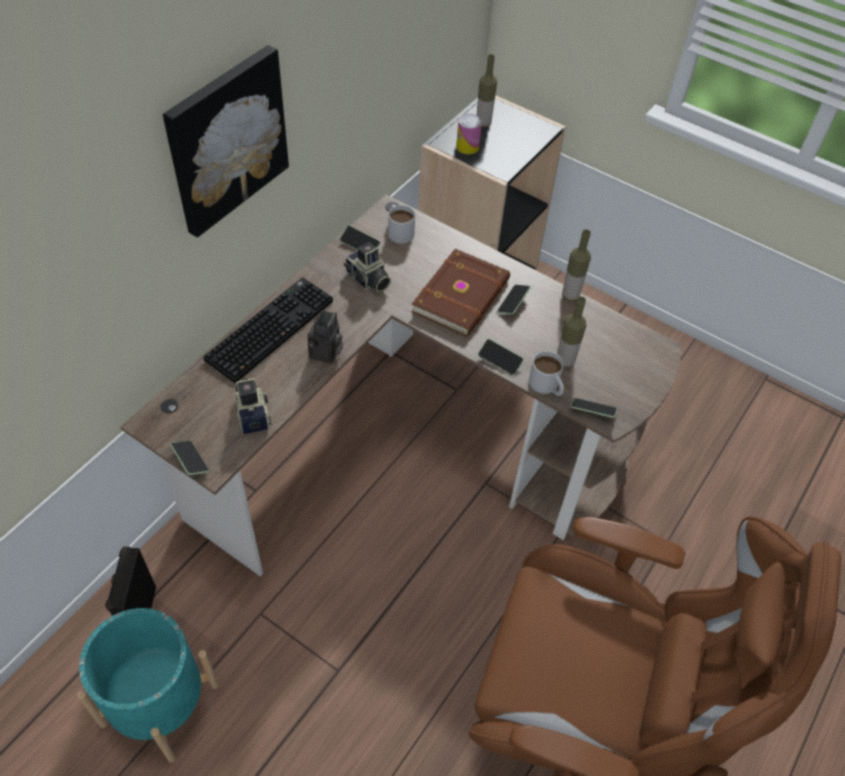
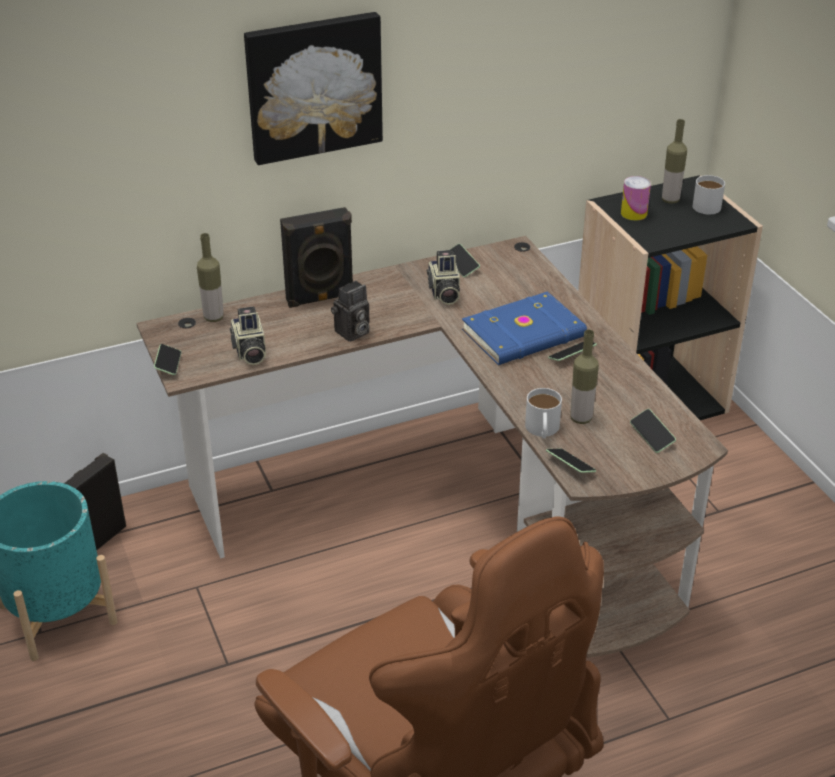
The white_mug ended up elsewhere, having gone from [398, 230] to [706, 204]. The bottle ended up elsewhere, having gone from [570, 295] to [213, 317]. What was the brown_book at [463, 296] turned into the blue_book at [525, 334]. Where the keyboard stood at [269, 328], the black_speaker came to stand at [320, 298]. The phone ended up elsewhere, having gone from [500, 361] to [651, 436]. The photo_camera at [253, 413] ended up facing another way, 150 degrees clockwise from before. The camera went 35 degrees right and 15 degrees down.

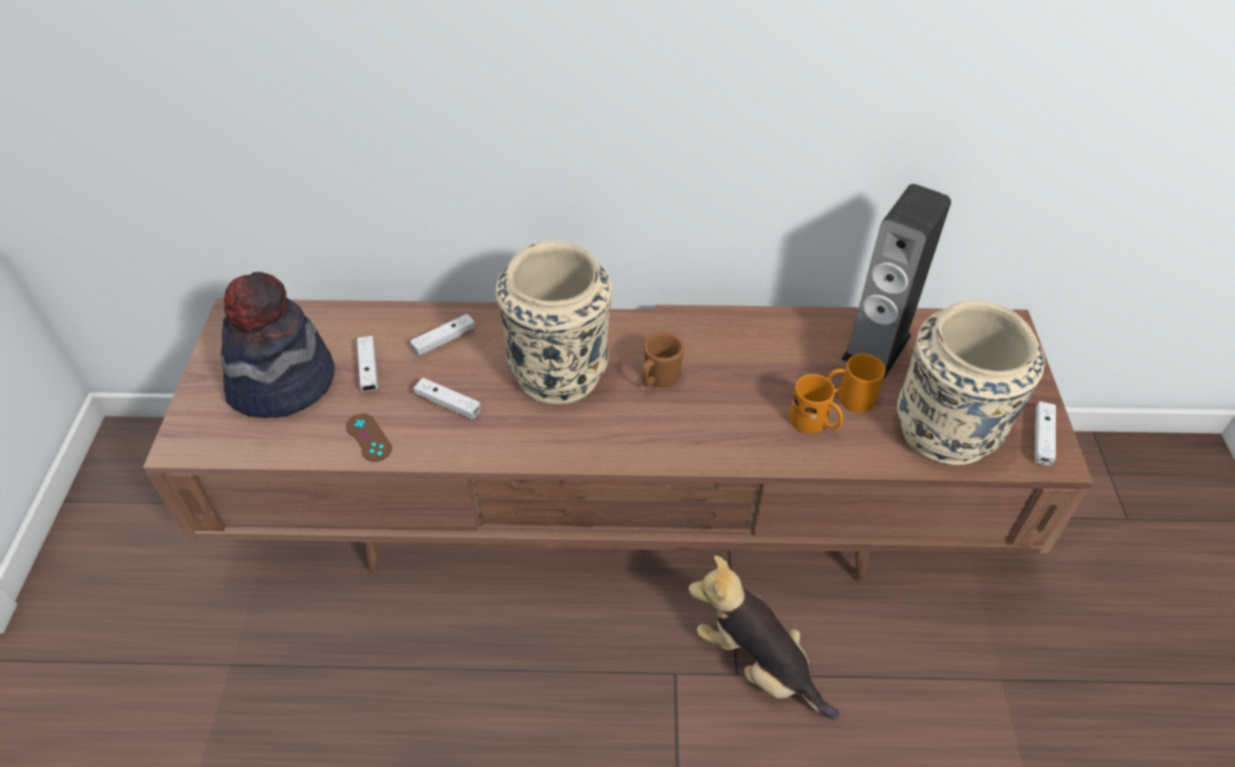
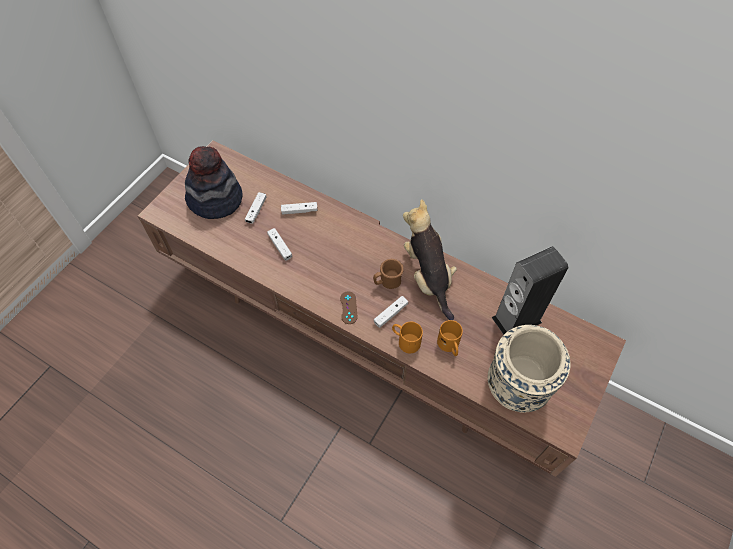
The second view lost the beige_vase at [559, 371]. The orange_mug ended up elsewhere, having gone from [848, 398] to [405, 341]. The white_game_controller ended up elsewhere, having gone from [1042, 438] to [390, 314]. The brown_game_controller ended up elsewhere, having gone from [368, 437] to [348, 307]. The plush_toy ended up elsewhere, having gone from [757, 664] to [428, 276]. The camera went 30 degrees right and 10 degrees up.

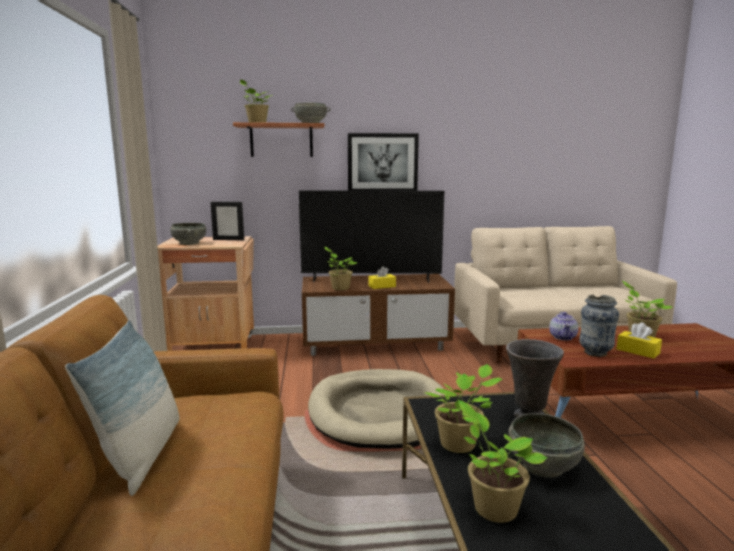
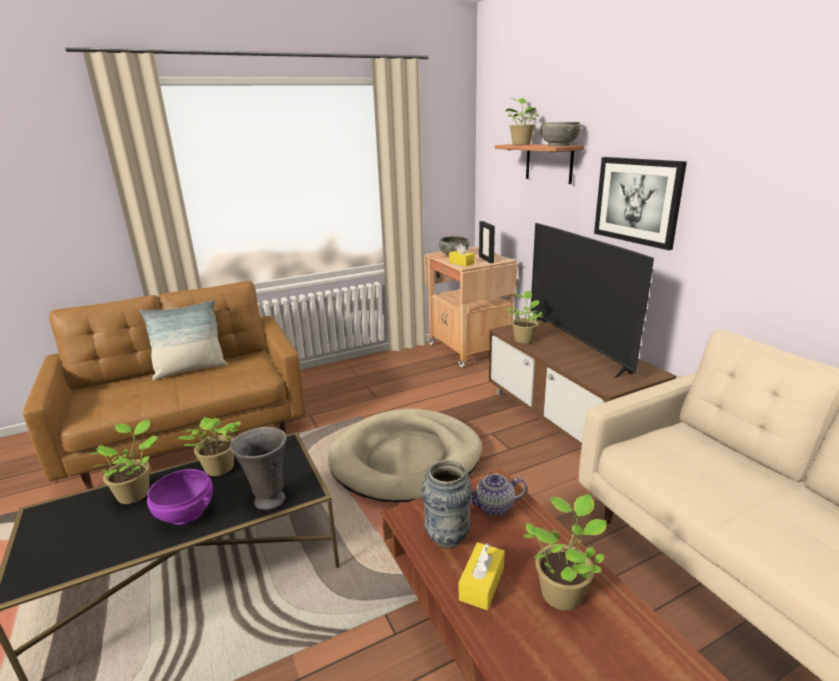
The yellow_tissue_box ended up elsewhere, having gone from [382, 286] to [461, 263]. What was the grey_bowl at [542, 465] turned into the purple_bowl at [186, 512]. The camera went 70 degrees right and 10 degrees up.

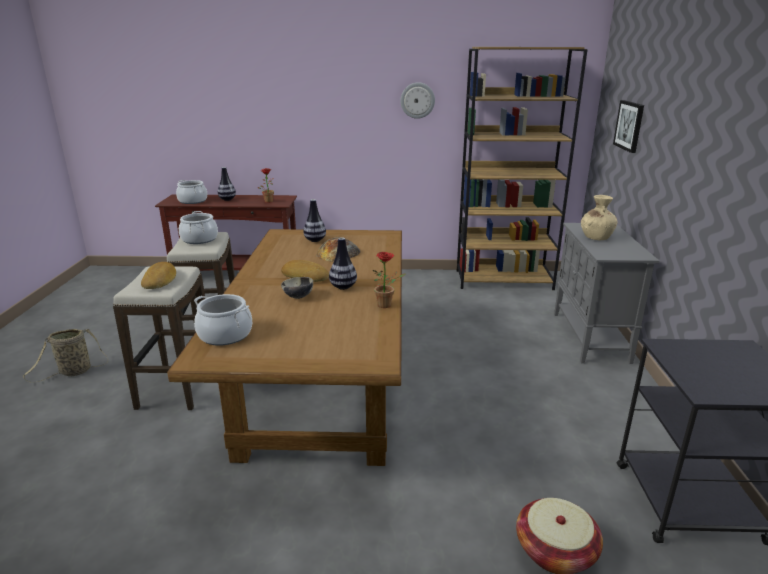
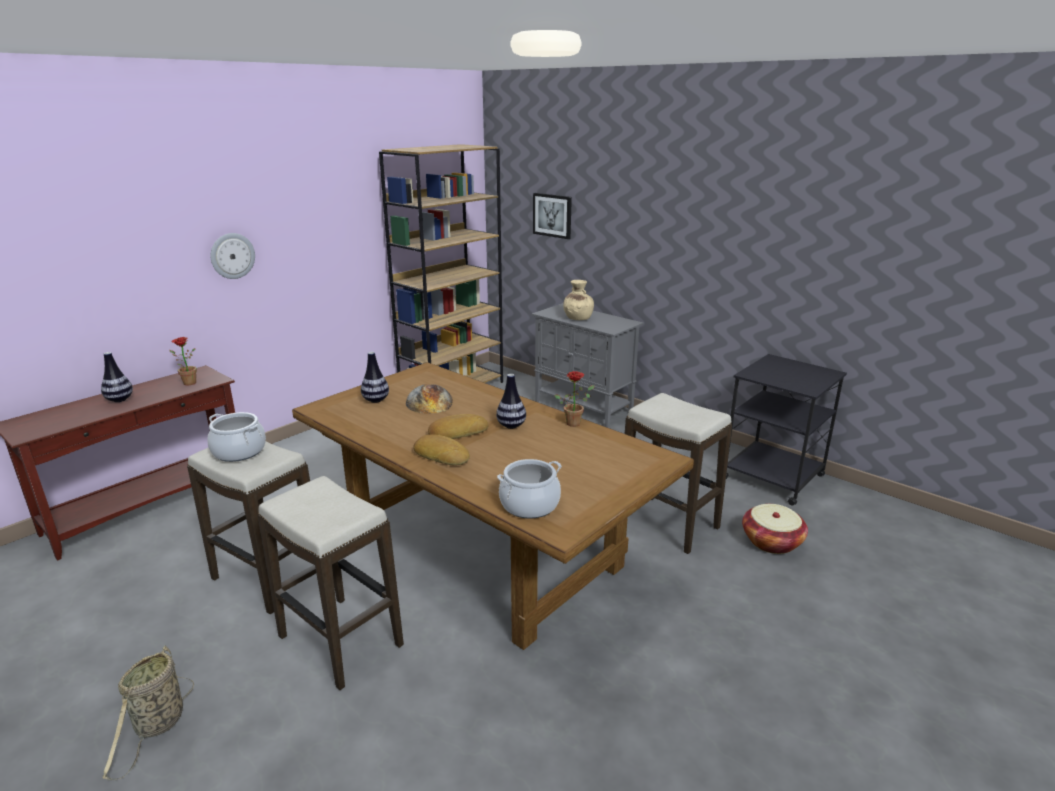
The wall_clock ended up elsewhere, having gone from [417, 100] to [232, 256]. The second view lost the cooking_pot at [192, 201]. The bread ended up elsewhere, having gone from [160, 280] to [442, 455]. The second view lost the bowl at [298, 297]. The second view gained the stool at [668, 524]. The camera went 50 degrees left and 0 degrees up.

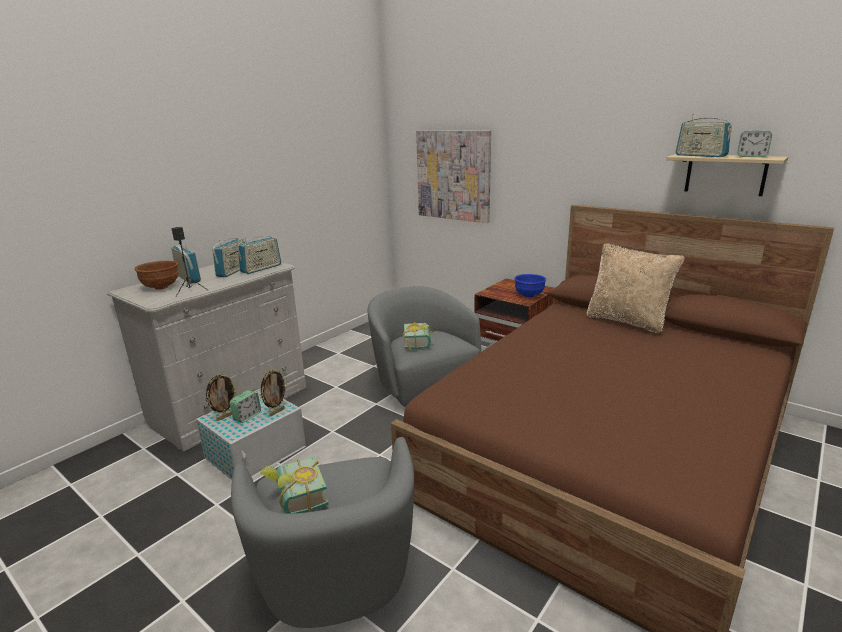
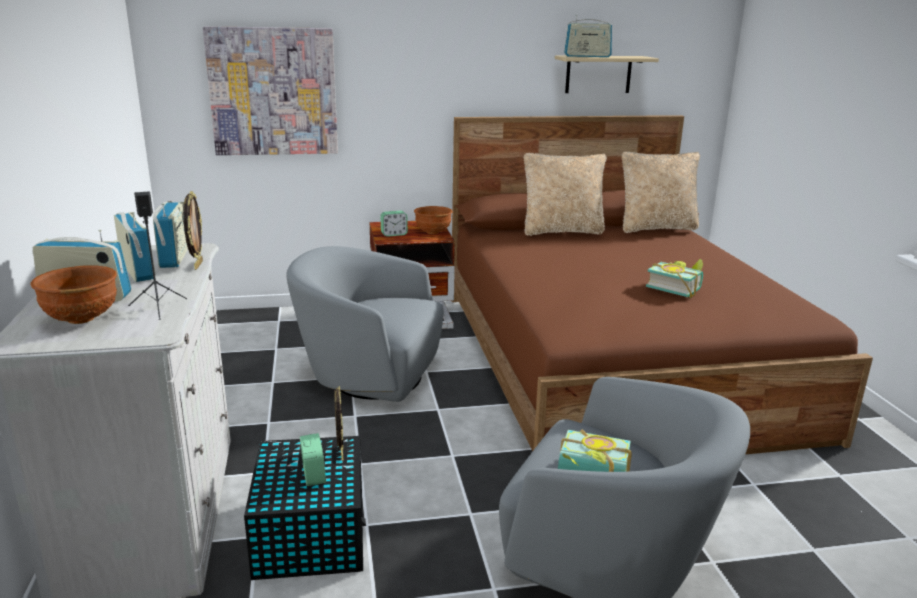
The alarm_clock ended up elsewhere, having gone from [751, 156] to [394, 234]. What was the blue_bowl at [529, 296] turned into the brown_bowl at [433, 232]. The book ended up elsewhere, having gone from [421, 343] to [675, 288]. The picture_frame ended up elsewhere, having gone from [225, 417] to [197, 265]. What was the white_storage_box at [257, 452] turned into the black_storage_box at [311, 532]. The second view gained the beige_pillow at [657, 229]. The camera went 50 degrees left and 0 degrees up.

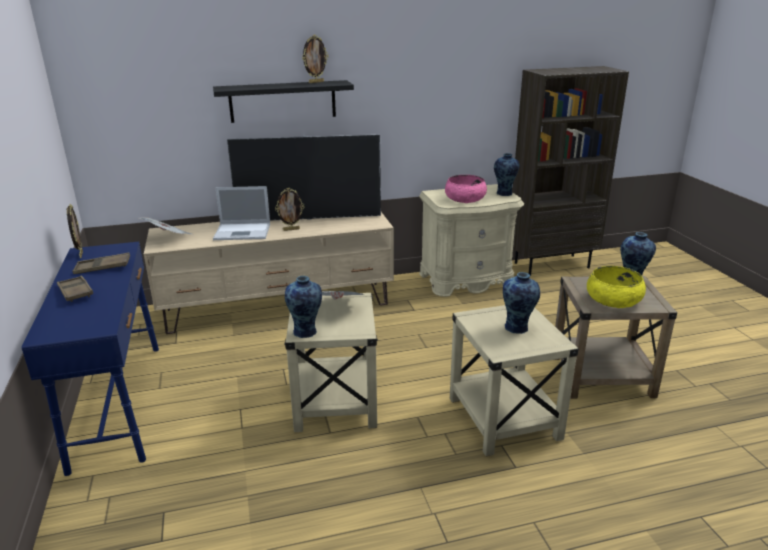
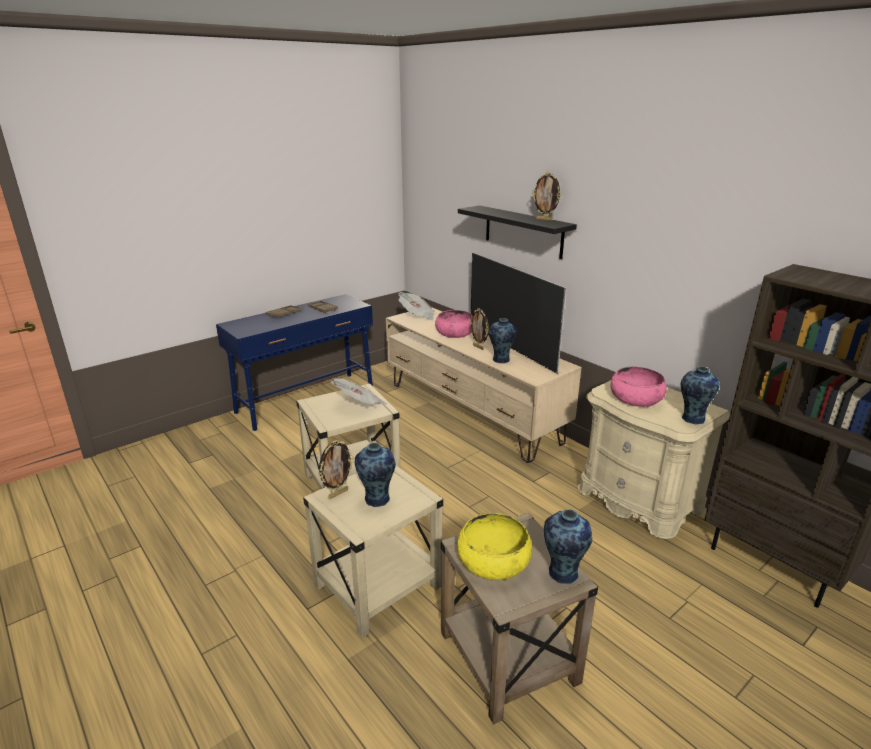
Where the laptop stood at [243, 232], the pink_bowl came to stand at [454, 333]. The picture_frame ended up elsewhere, having gone from [80, 254] to [337, 493]. The vase ended up elsewhere, having gone from [306, 332] to [501, 360]. The camera went 65 degrees right and 0 degrees up.

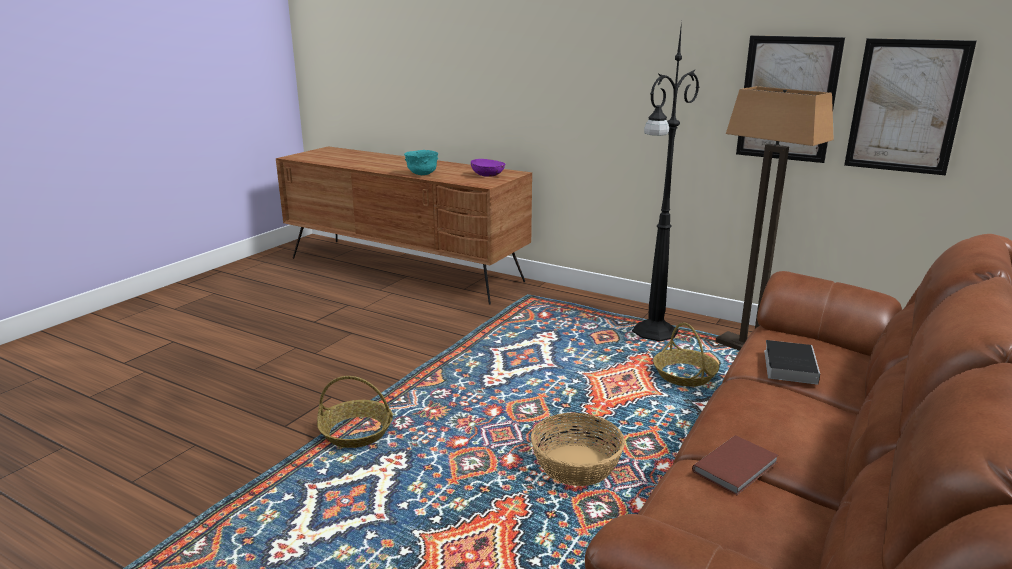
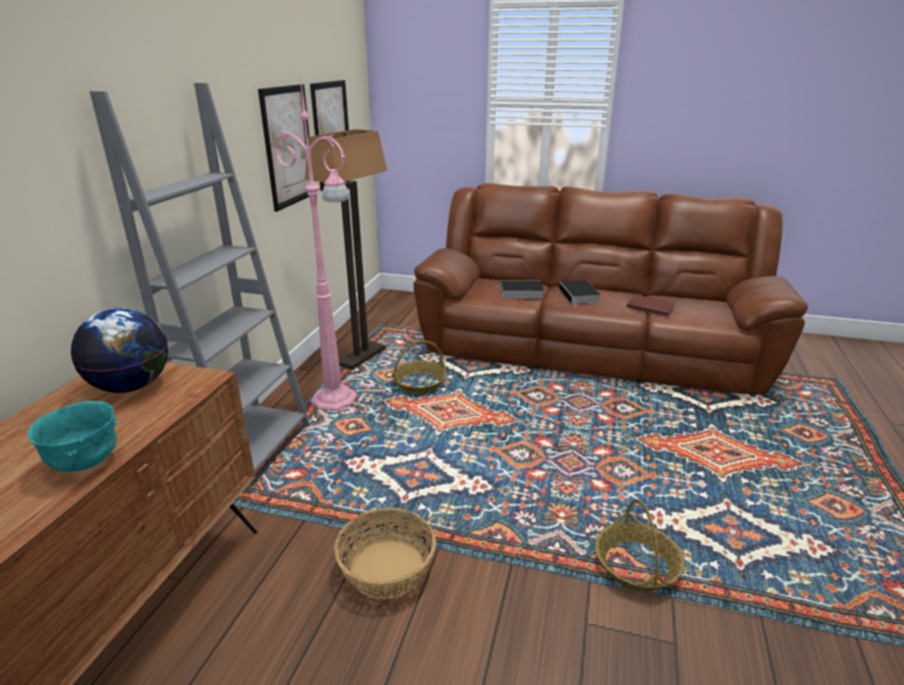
What was the black_floor_lamp at [653, 333] turned into the pink_floor_lamp at [336, 400]. Where the purple_bowl stood at [488, 176], the globe came to stand at [132, 386]. The basket ended up elsewhere, having gone from [576, 466] to [387, 568]. The second view gained the grey_bookcase at [252, 452]. The second view gained the book at [579, 295]. The camera went 105 degrees left and 5 degrees up.

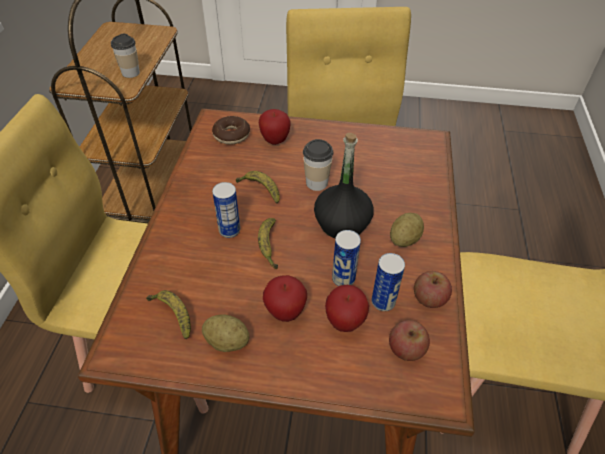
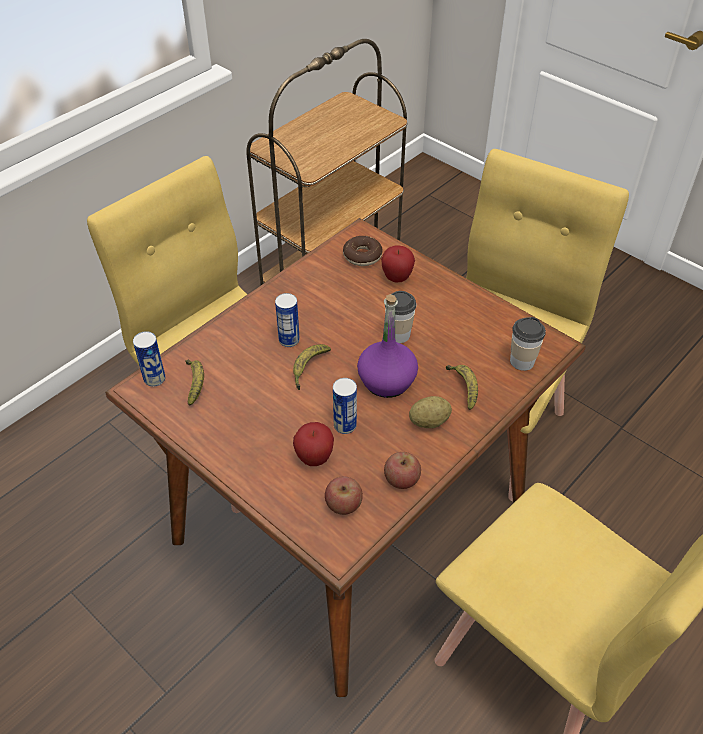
The cup ended up elsewhere, having gone from [130, 73] to [522, 361]. What was the black_bottle at [342, 224] turned into the purple_bottle at [387, 381]. The banana ended up elsewhere, having gone from [260, 190] to [464, 388]. The can ended up elsewhere, having gone from [383, 302] to [154, 379]. The second view lost the apple at [285, 312]. The second view lost the potato at [227, 341]. The camera went 35 degrees right and 0 degrees up.

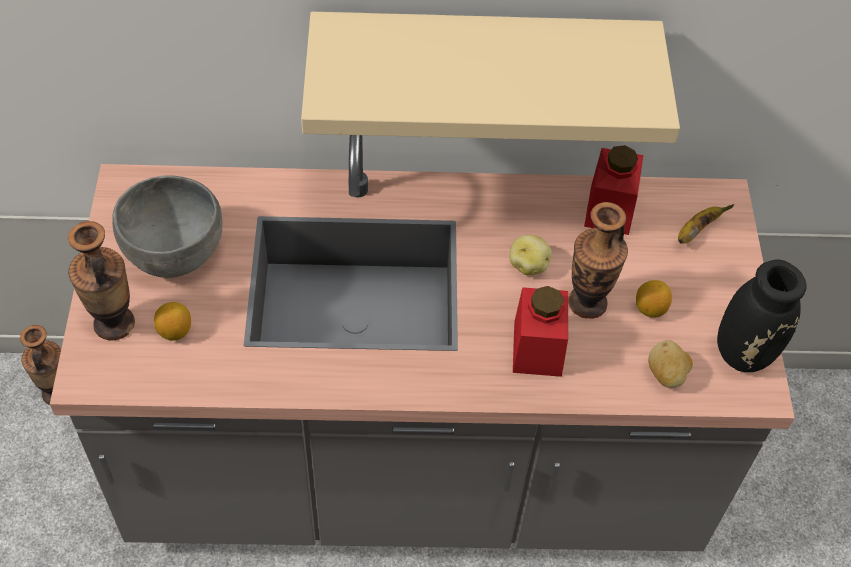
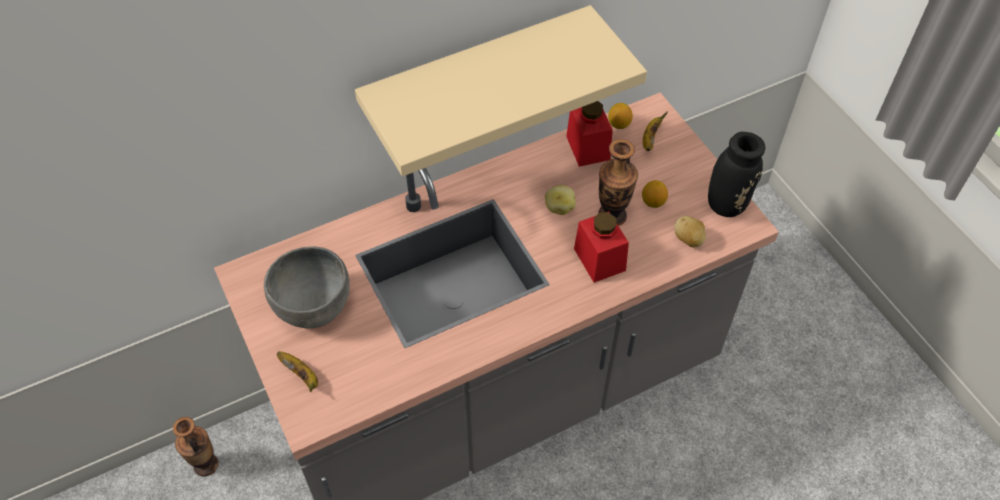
Where the vase stood at [114, 323], the banana came to stand at [302, 375]. The lemon ended up elsewhere, having gone from [175, 331] to [618, 124]. The camera went 25 degrees left and 0 degrees up.

